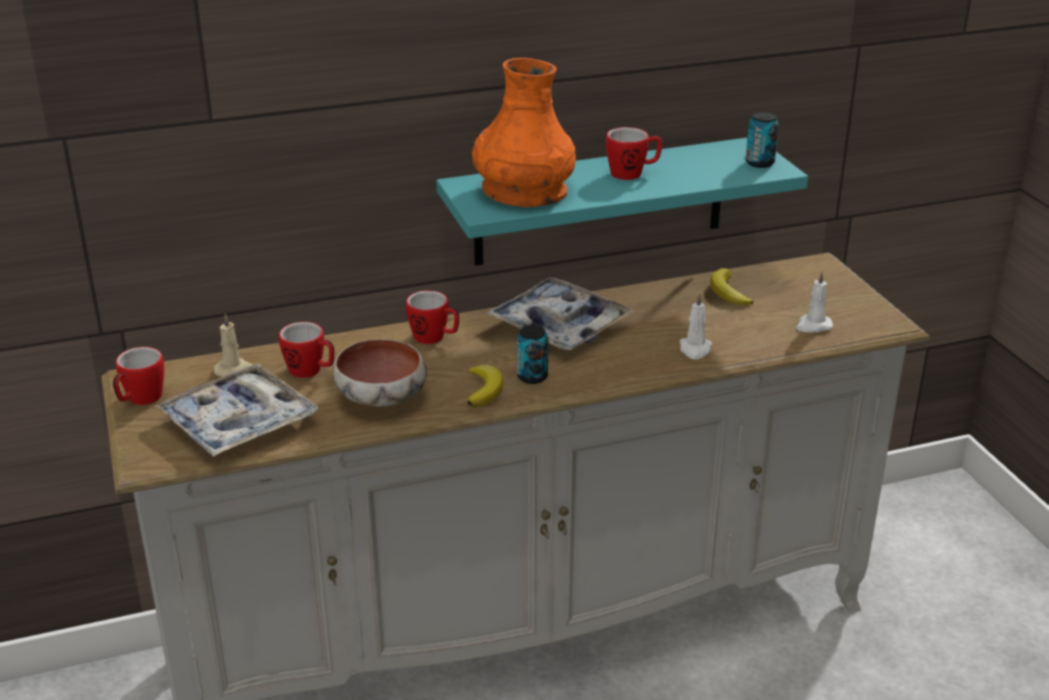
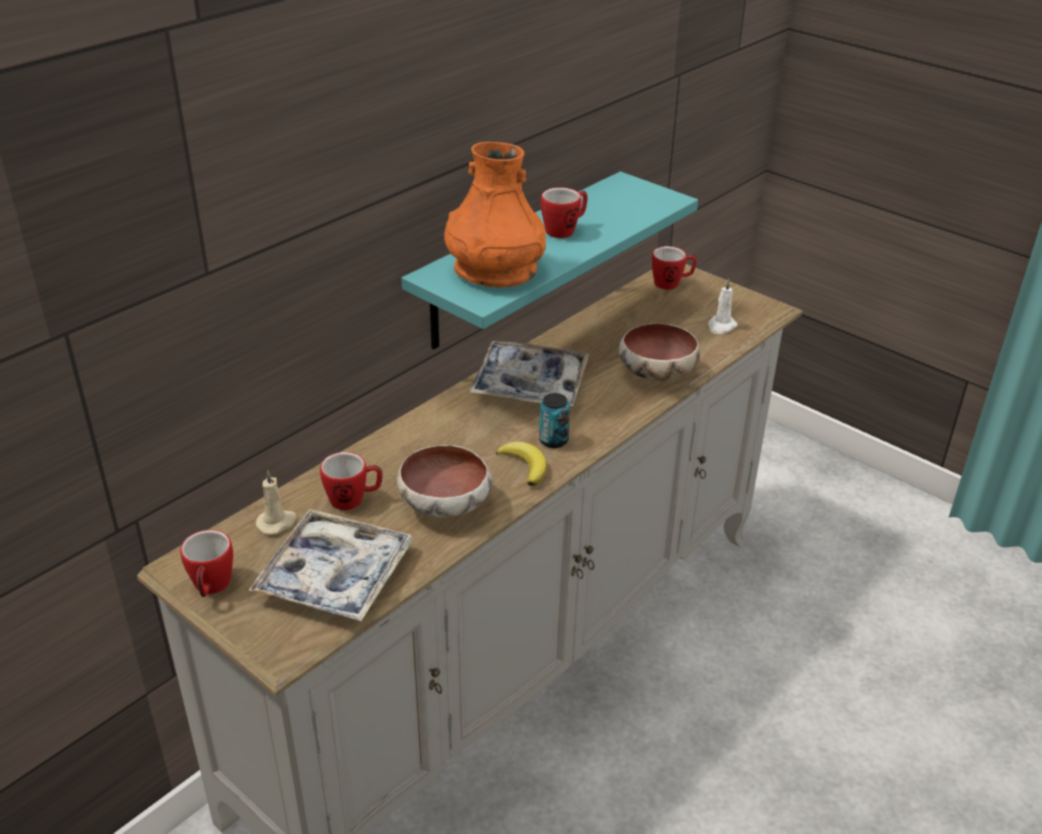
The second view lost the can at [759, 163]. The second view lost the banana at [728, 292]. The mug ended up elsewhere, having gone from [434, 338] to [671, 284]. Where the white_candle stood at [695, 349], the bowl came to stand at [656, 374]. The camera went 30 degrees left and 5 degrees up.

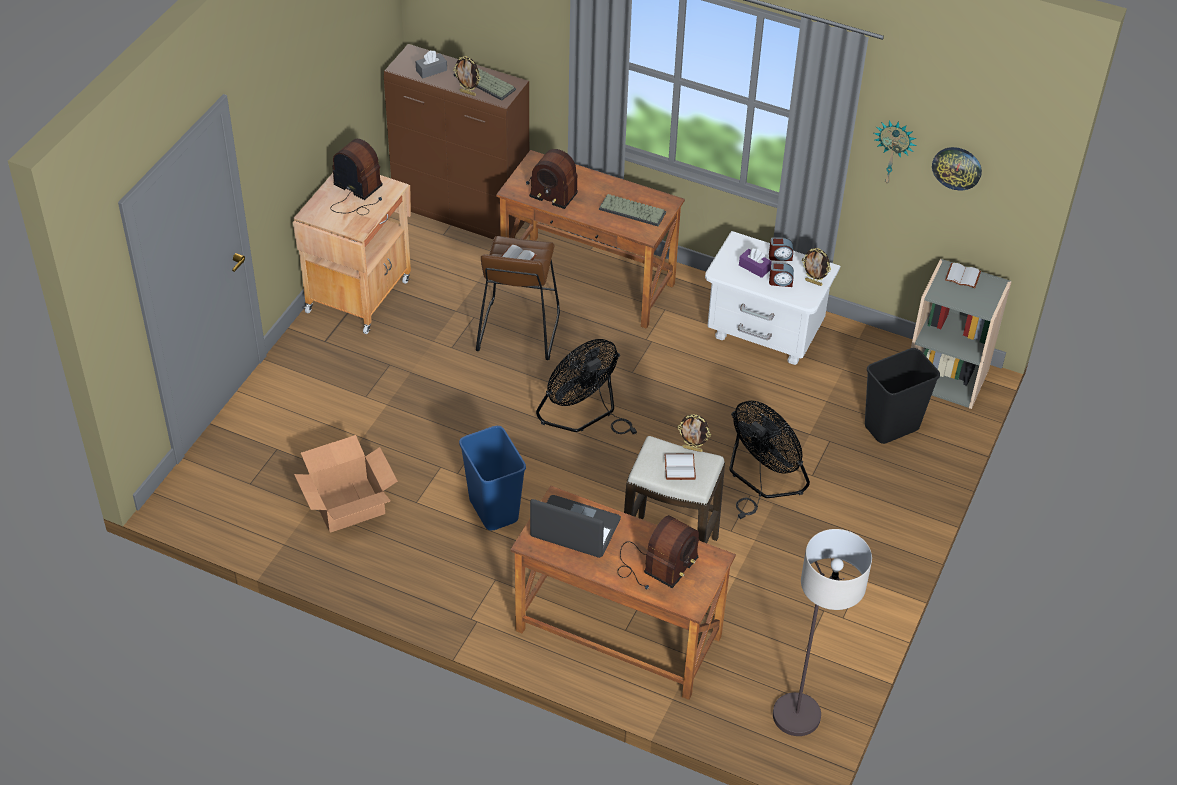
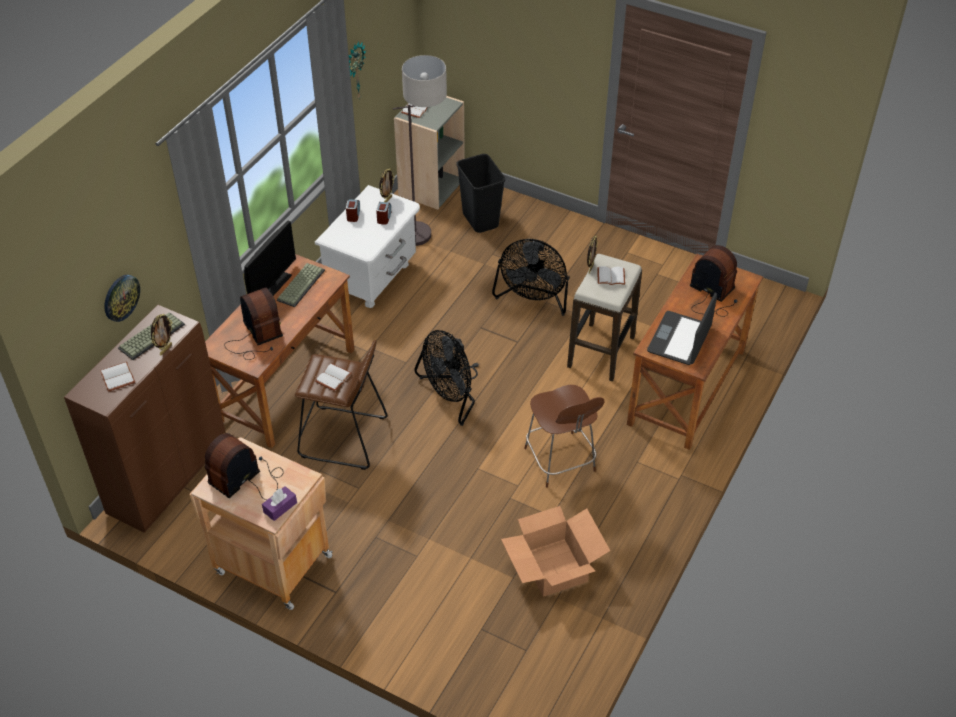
Where the grey_tissue_box stood at [431, 70], the white_book came to stand at [119, 377]. The wall_clock ended up elsewhere, having gone from [957, 167] to [121, 297]. The radio at [551, 187] ended up facing another way, 60 degrees counterclockwise from before. The purple_tissue_box ended up elsewhere, having gone from [754, 267] to [280, 507]. The black_fan at [758, 480] ended up facing another way, 120 degrees counterclockwise from before. Where the blue_trash_can stood at [492, 510], the brown_chair came to stand at [560, 462]. The grey_floor_lamp ended up elsewhere, having gone from [801, 728] to [425, 233]. The second view gained the monitor at [272, 285]. The camera went 85 degrees left and 0 degrees up.

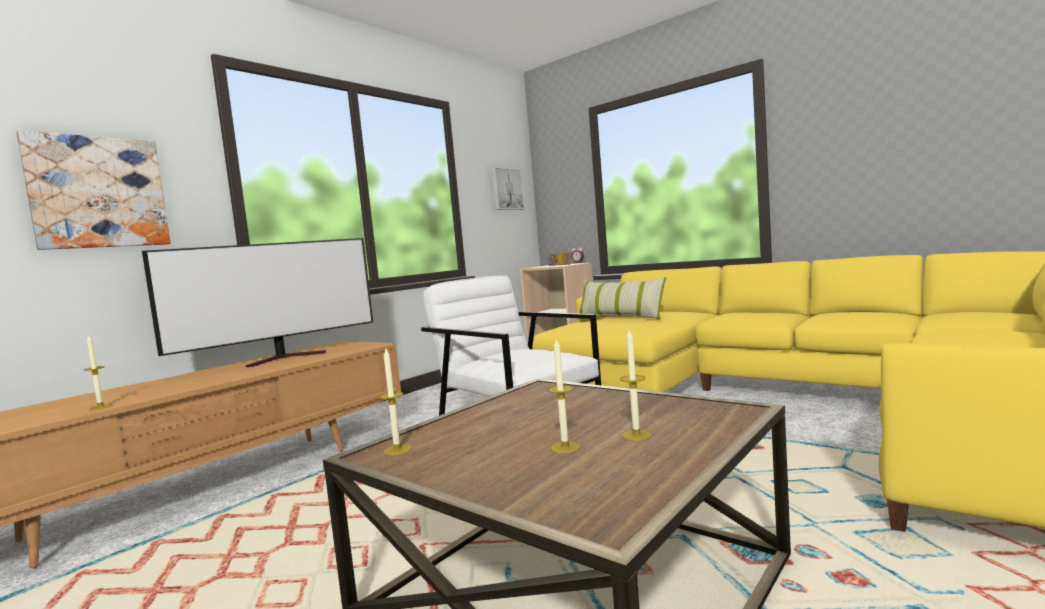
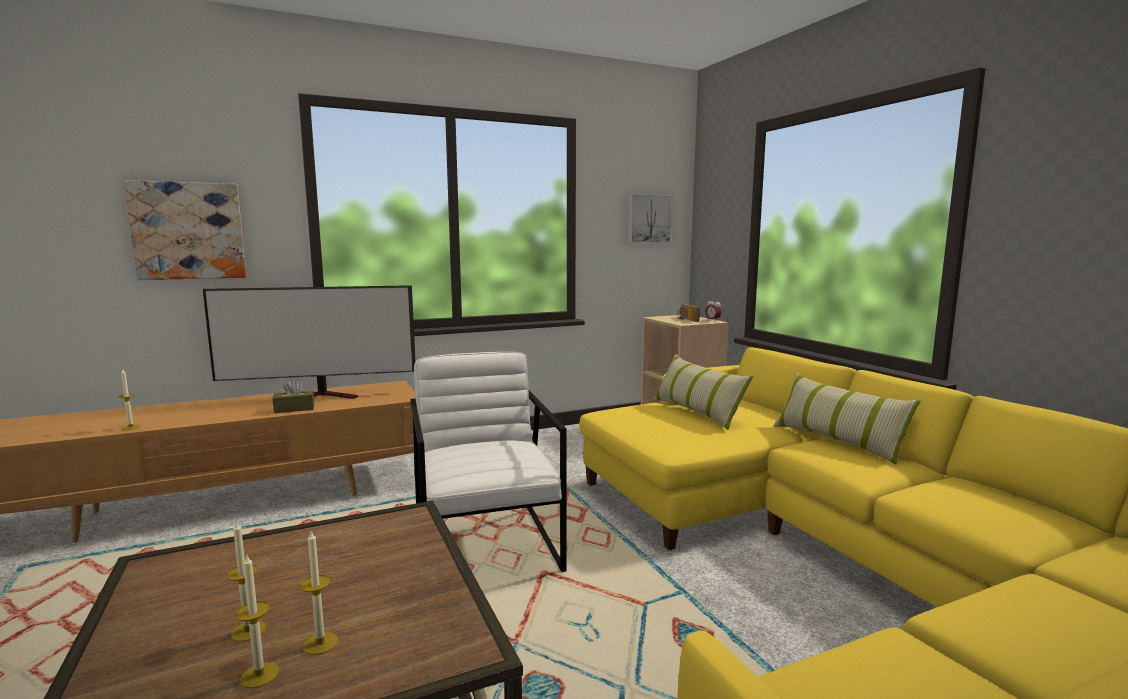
The candle ended up elsewhere, having gone from [397, 450] to [259, 675]. The second view gained the pillow at [837, 441]. The second view gained the brown_tissue_box at [294, 409]. The camera went 25 degrees right and 5 degrees up.

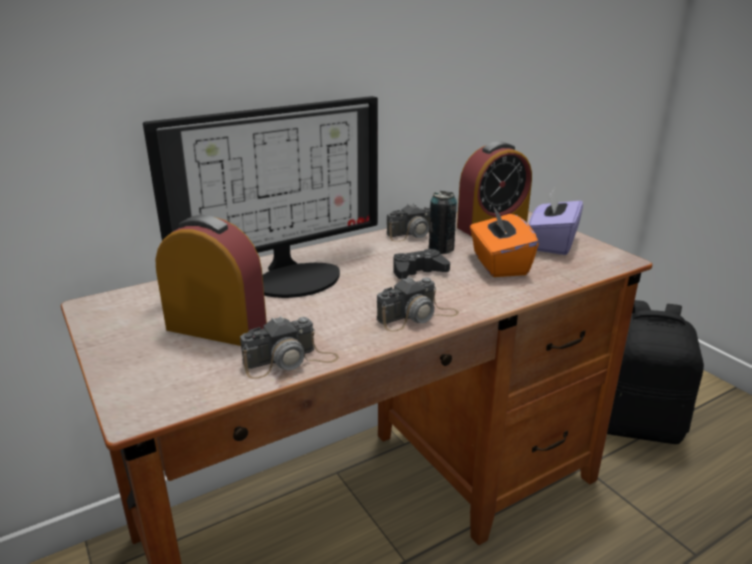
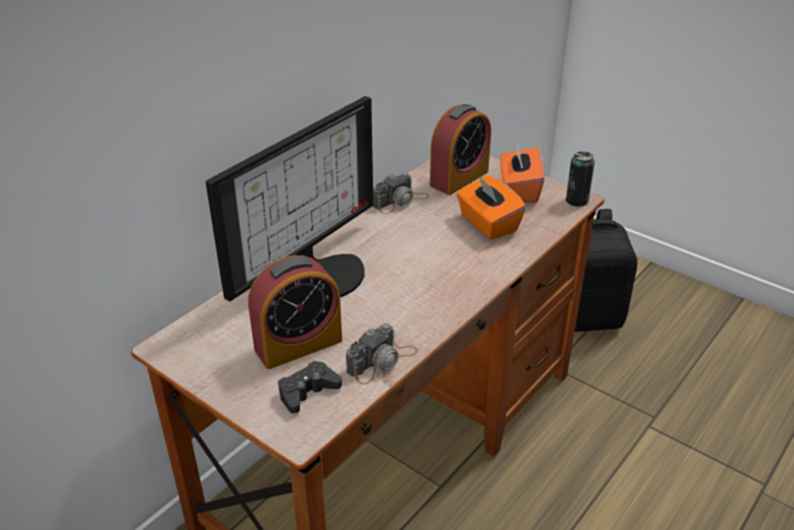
What was the purple_tissue_box at [552, 243] turned into the orange_tissue_box at [519, 190]. The can ended up elsewhere, having gone from [441, 249] to [576, 200]. The alarm_clock at [216, 328] ended up facing another way, 150 degrees clockwise from before. The black_game_controller ended up elsewhere, having gone from [418, 271] to [307, 392]. The second view lost the photo_camera at [417, 316]. The camera went 20 degrees left and 10 degrees up.

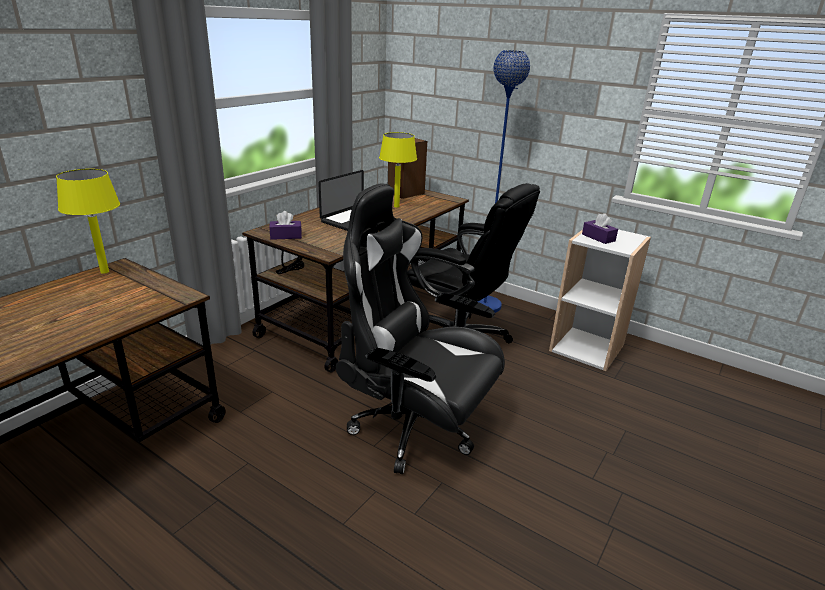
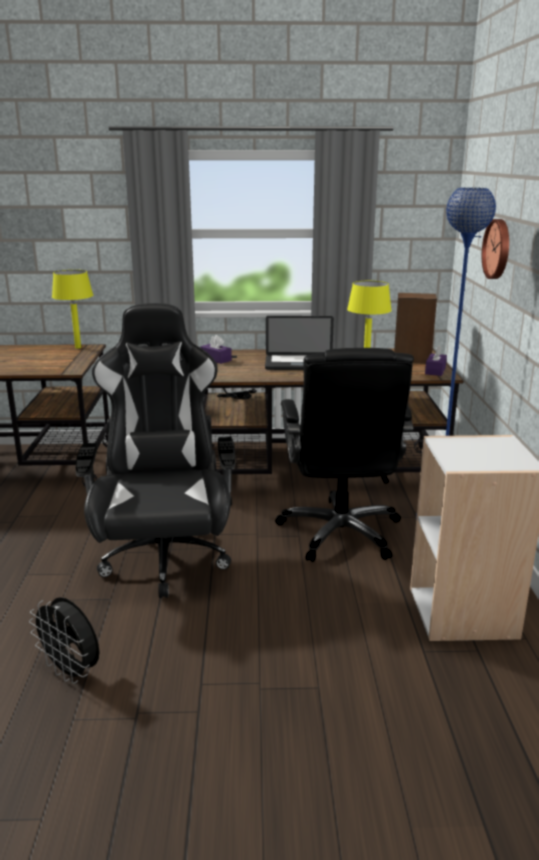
The purple_tissue_box ended up elsewhere, having gone from [598, 237] to [435, 371]. The second view gained the wall_clock at [498, 249]. The second view gained the black_fan at [72, 671]. The camera went 55 degrees right and 5 degrees down.

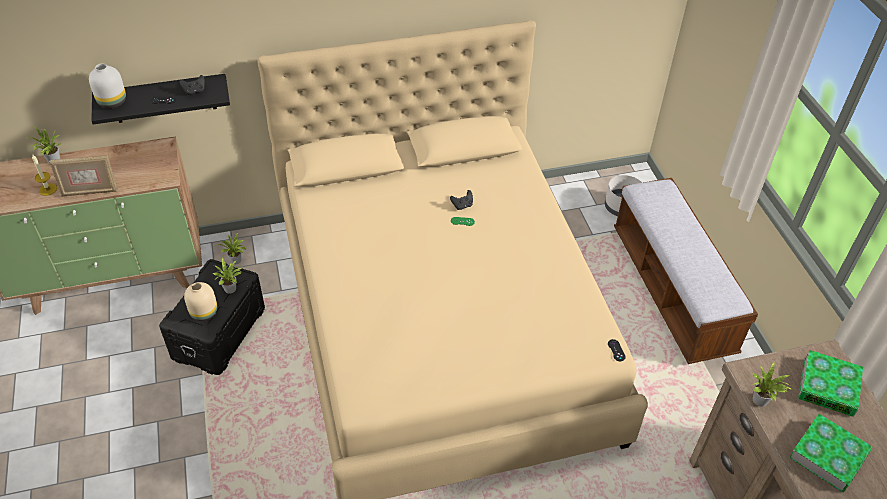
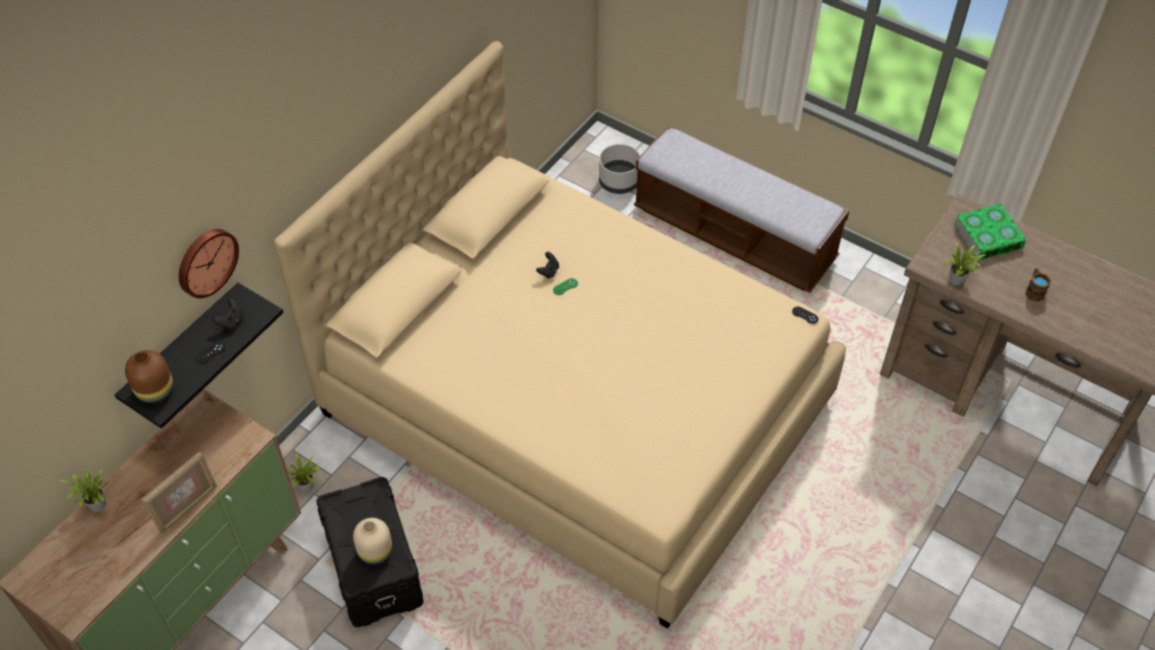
What was the white_vase at [113, 101] turned into the brown_vase at [155, 390]. The second view lost the candle at [47, 189]. The second view lost the potted_plant at [232, 289]. Where the book stood at [828, 456], the mug came to stand at [1034, 290]. The second view gained the wall_clock at [205, 261]. The camera went 40 degrees left and 5 degrees up.

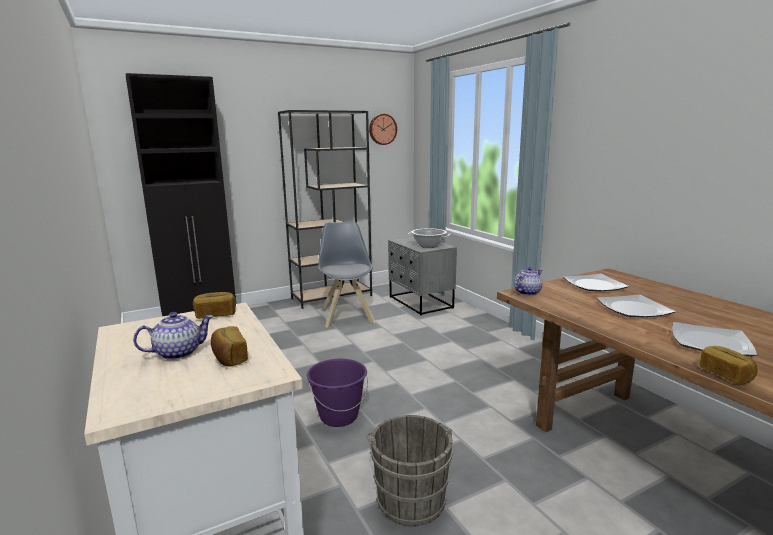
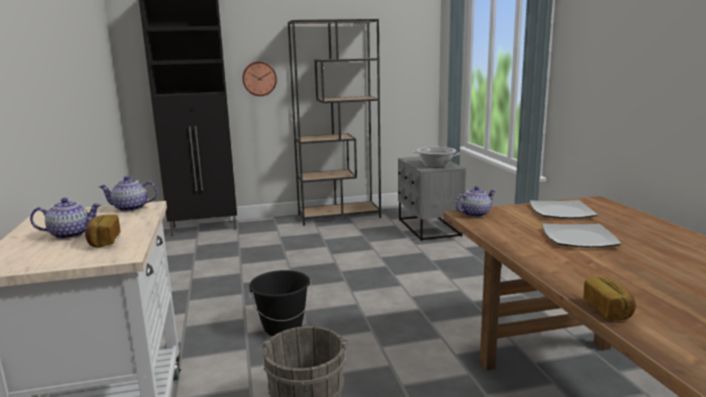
The wall_clock ended up elsewhere, having gone from [382, 129] to [259, 78]. The second view lost the grey_chair at [347, 315]. Where the bread stood at [215, 315], the teapot came to stand at [130, 208]. The second view lost the plate at [711, 343]. What was the purple_bucket at [339, 416] turned into the black_bucket at [282, 327]. The camera went 15 degrees right and 0 degrees up.

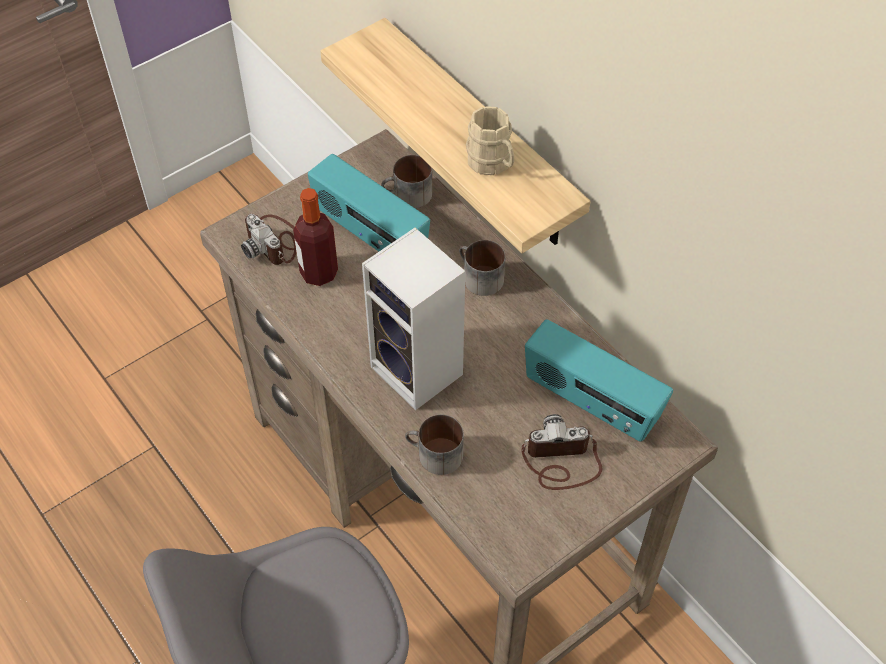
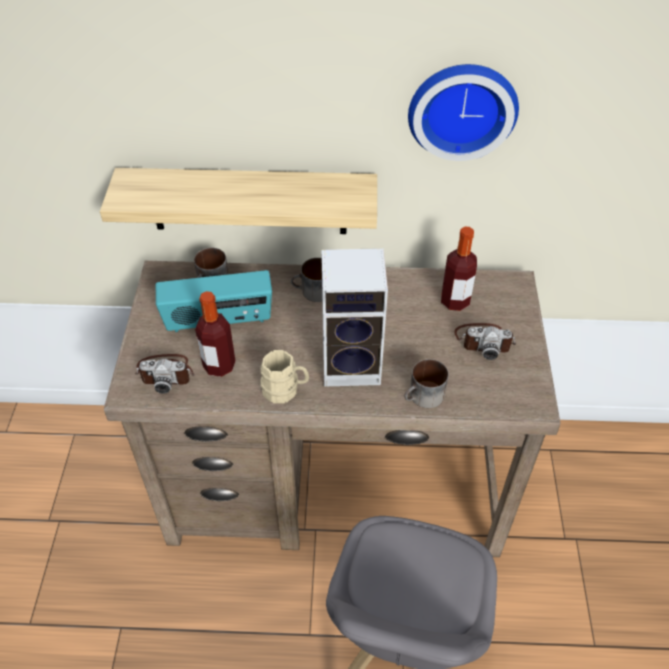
The beige_mug ended up elsewhere, having gone from [492, 164] to [285, 390]. Where the radio stood at [591, 402], the bottle came to stand at [455, 301]. The photo_camera at [561, 462] ended up facing another way, 120 degrees counterclockwise from before. The second view gained the wall_clock at [462, 108]. The camera went 50 degrees left and 5 degrees down.

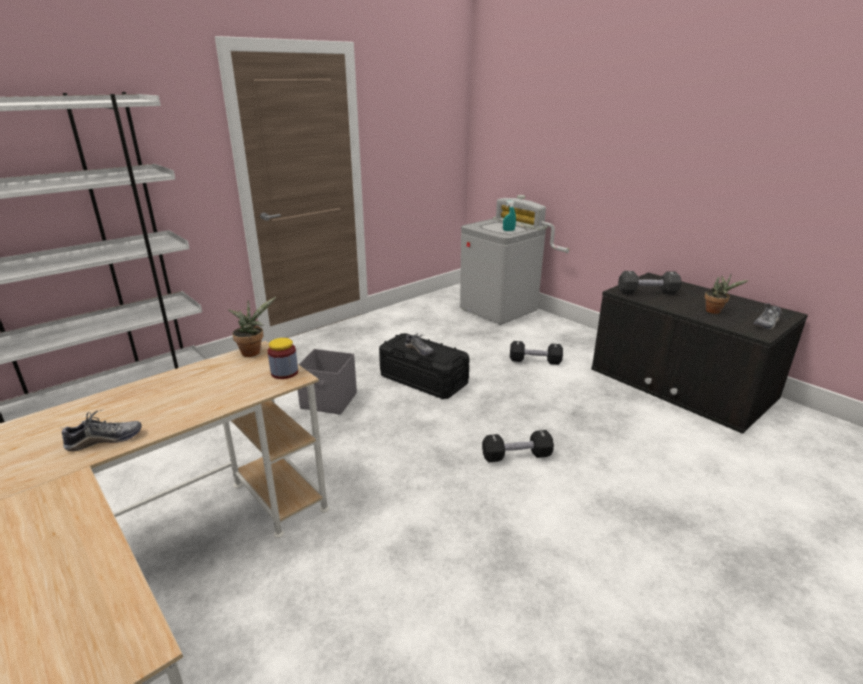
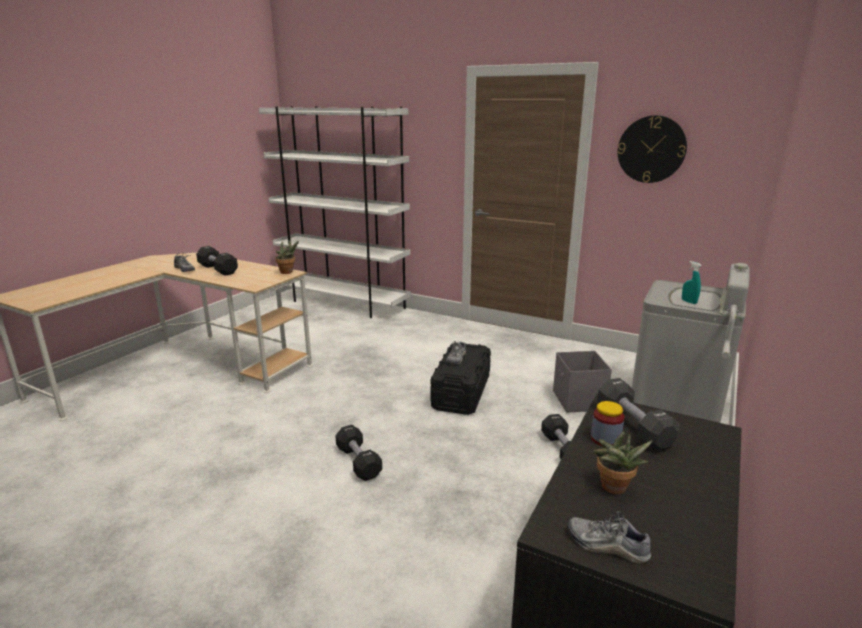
The jar ended up elsewhere, having gone from [284, 372] to [605, 439]. The grey_storage_box ended up elsewhere, having gone from [329, 401] to [578, 401]. The second view gained the wall_clock at [651, 149]. The second view gained the black_dumbbell at [218, 269]. The camera went 70 degrees right and 5 degrees down.

